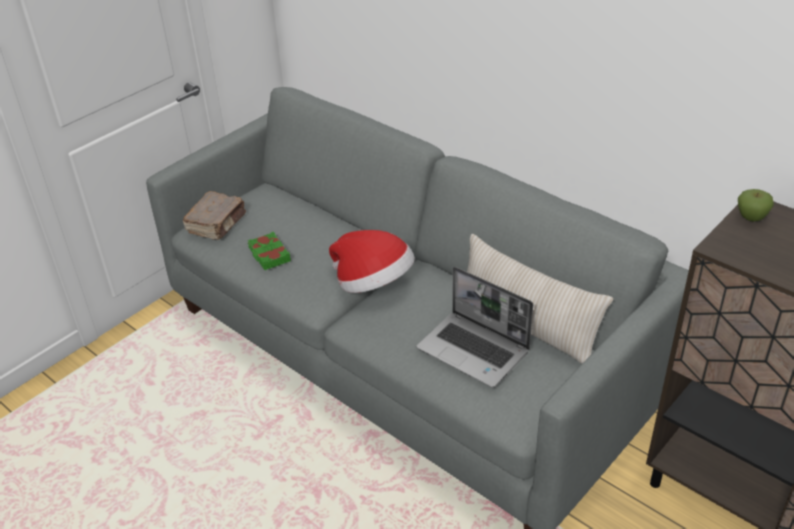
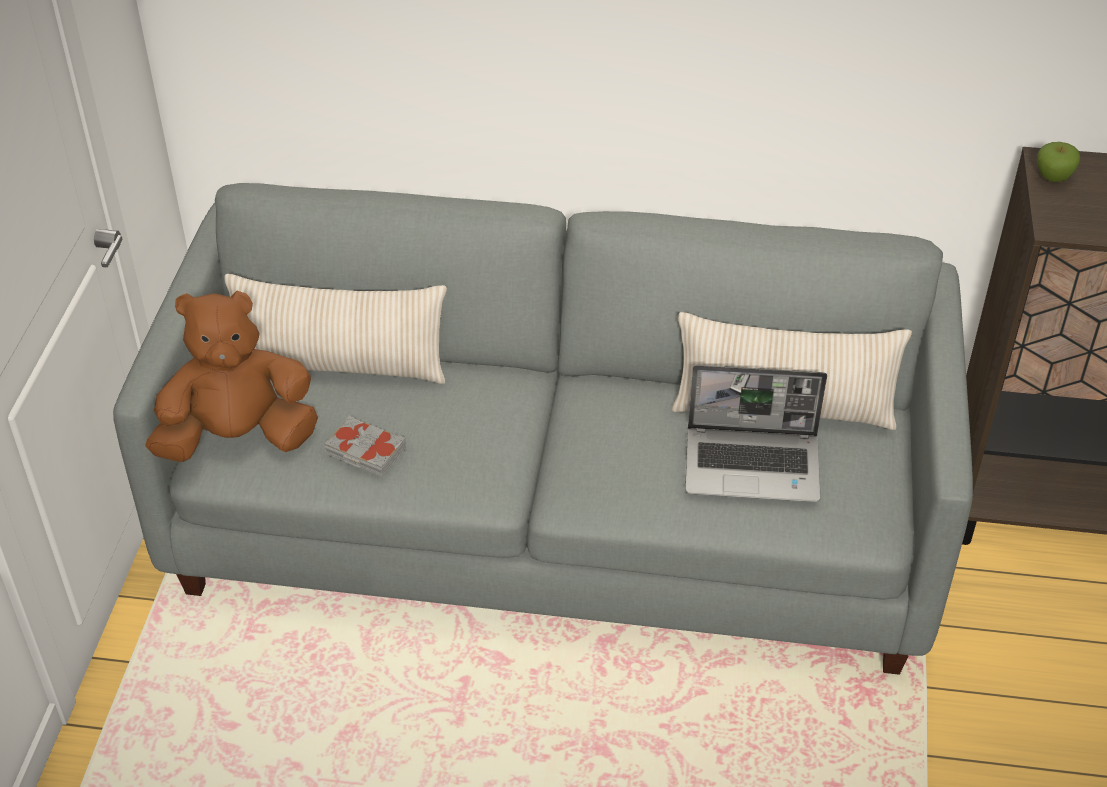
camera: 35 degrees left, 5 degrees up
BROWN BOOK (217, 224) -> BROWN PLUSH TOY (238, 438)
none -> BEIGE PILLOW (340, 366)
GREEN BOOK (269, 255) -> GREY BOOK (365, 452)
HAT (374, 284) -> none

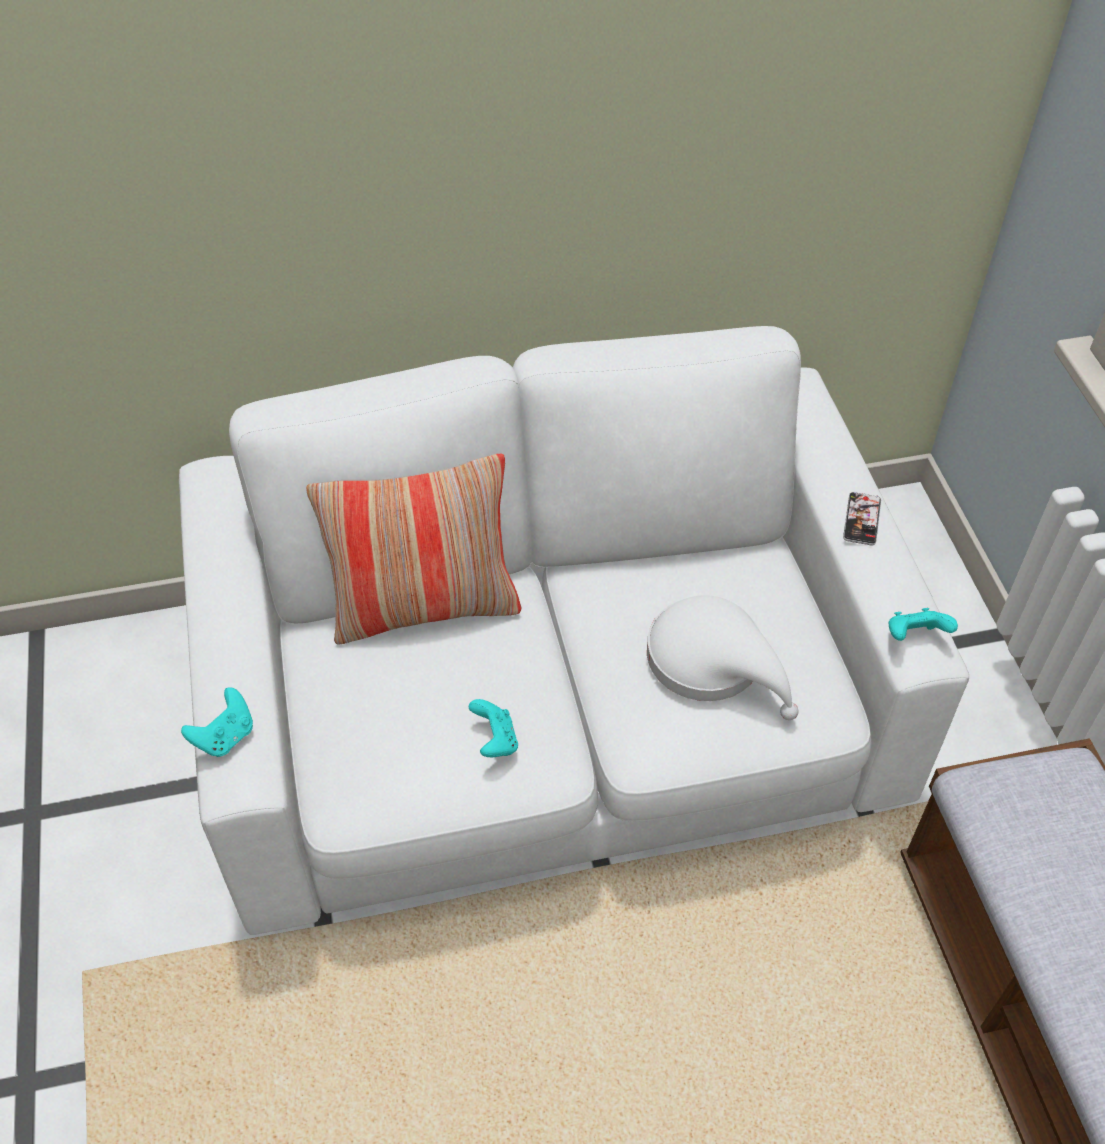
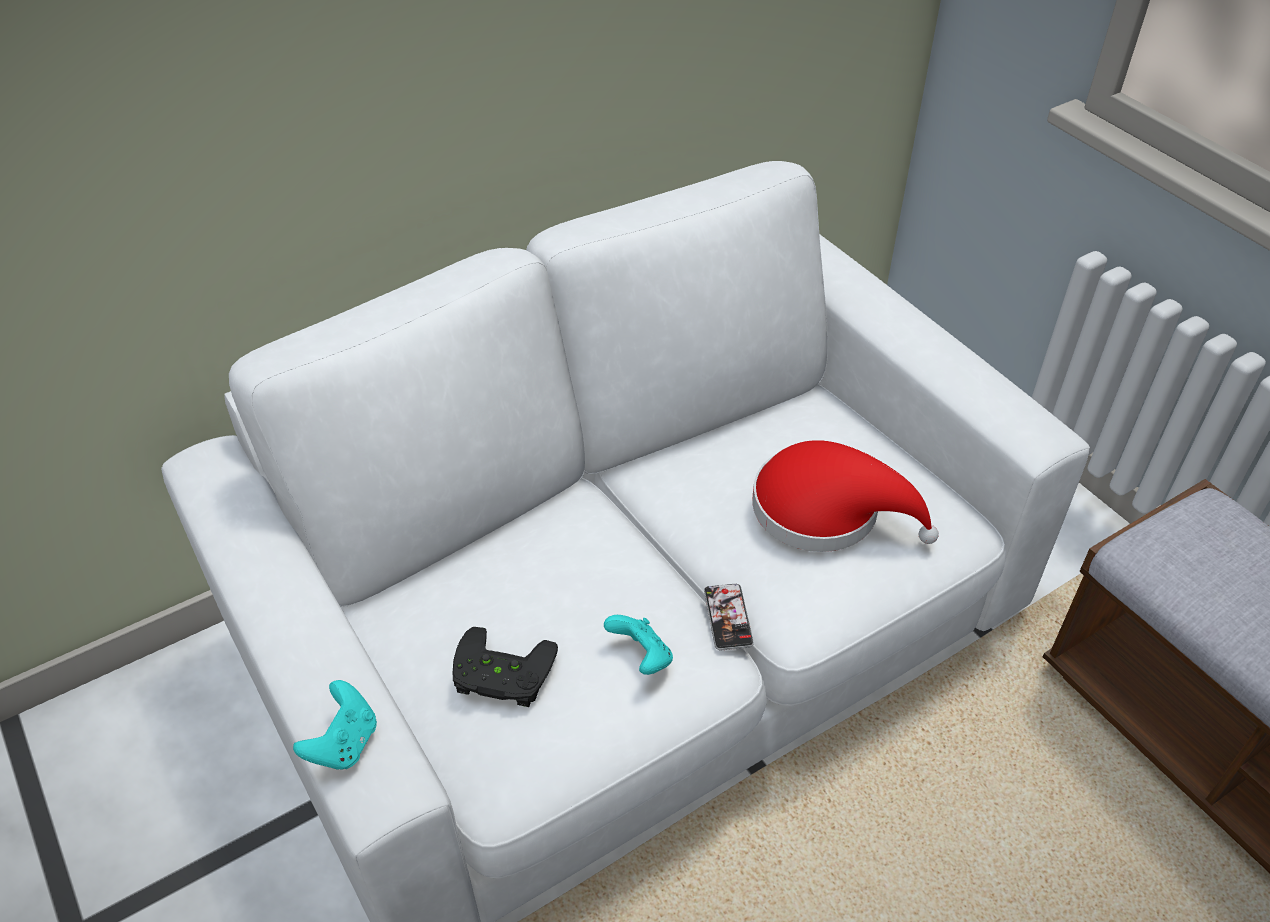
camera: 20 degrees left, 5 degrees down
none -> BLACK GAME CONTROLLER (500, 676)
PHONE (862, 519) -> PHONE (728, 617), relocated
WHITE HAT (713, 662) -> RED HAT (827, 510)
PILLOW (424, 607) -> none
TURQUOISE GAME CONTROLLER (914, 636) -> none

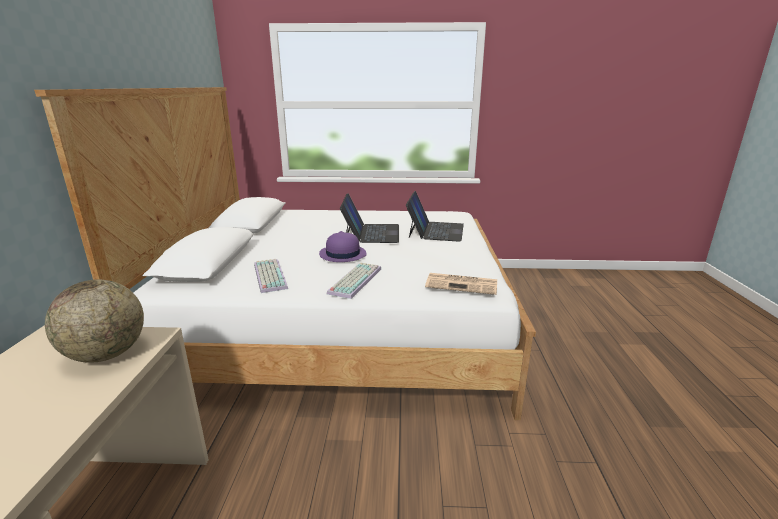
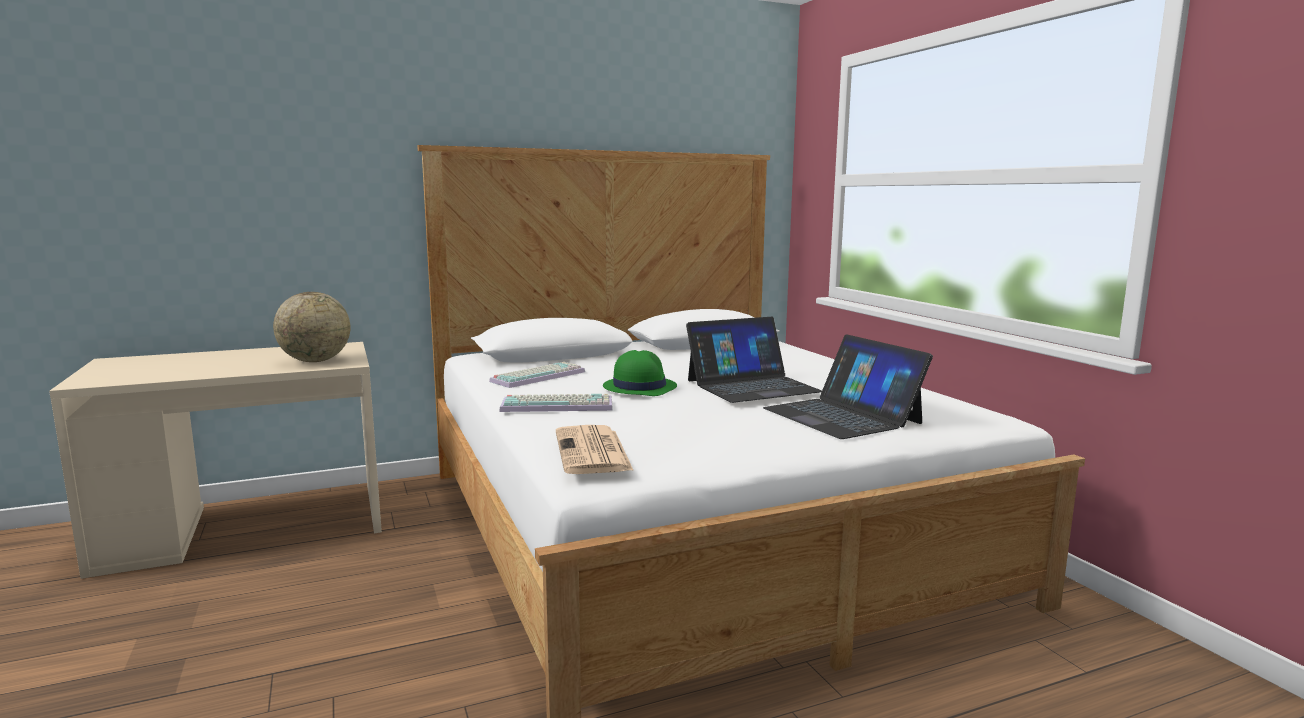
camera: 65 degrees right, 10 degrees down
PURPLE HAT (342, 254) -> GREEN HAT (639, 387)
LAPTOP (435, 230) -> LAPTOP (842, 416), 75 degrees clockwise

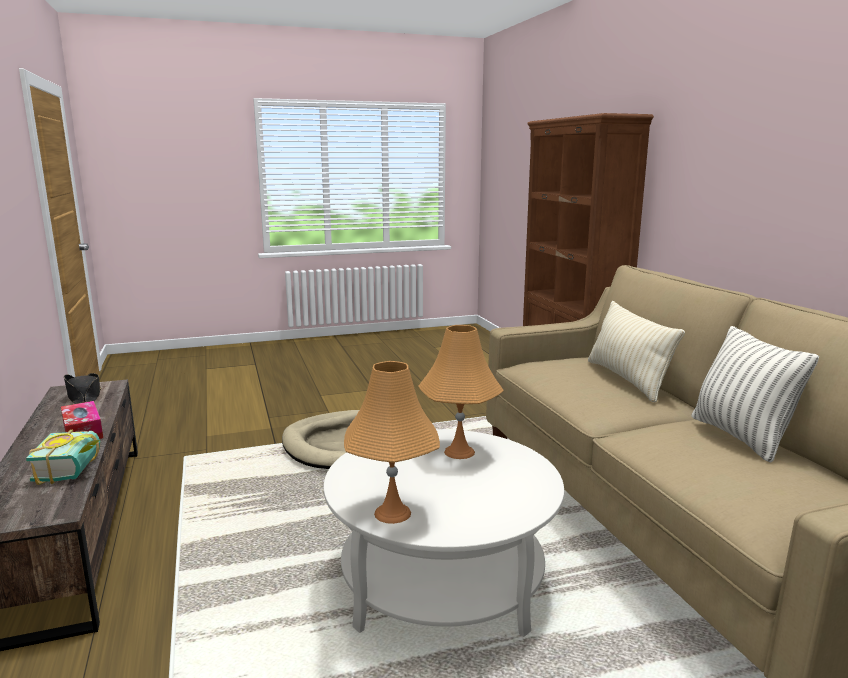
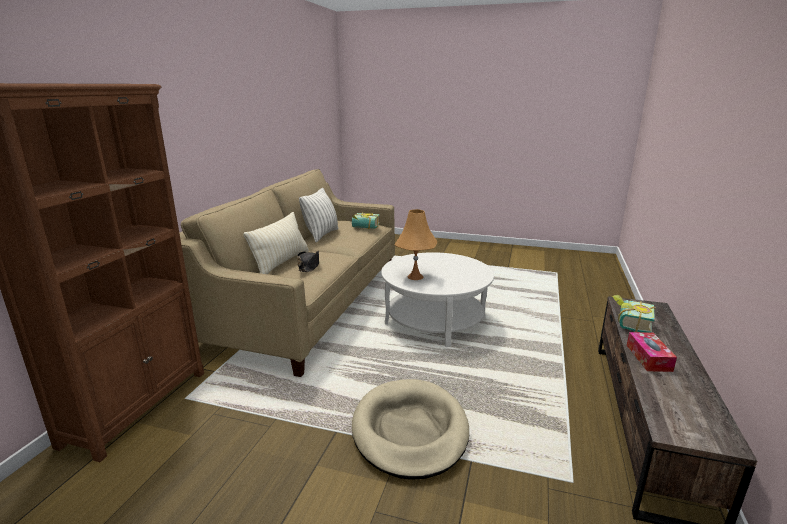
camera: 145 degrees left, 5 degrees up
BLACK HAT (84, 396) -> BLACK HAT (309, 266), relocated
none -> BOOK (365, 228)
ORANGE TABLE LAMP (392, 513) -> none

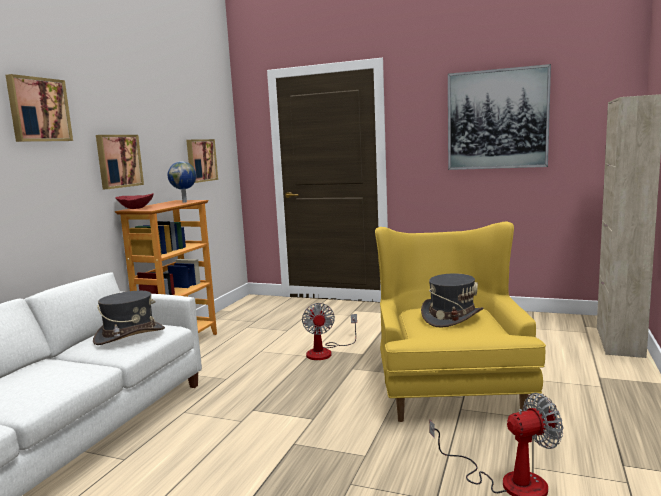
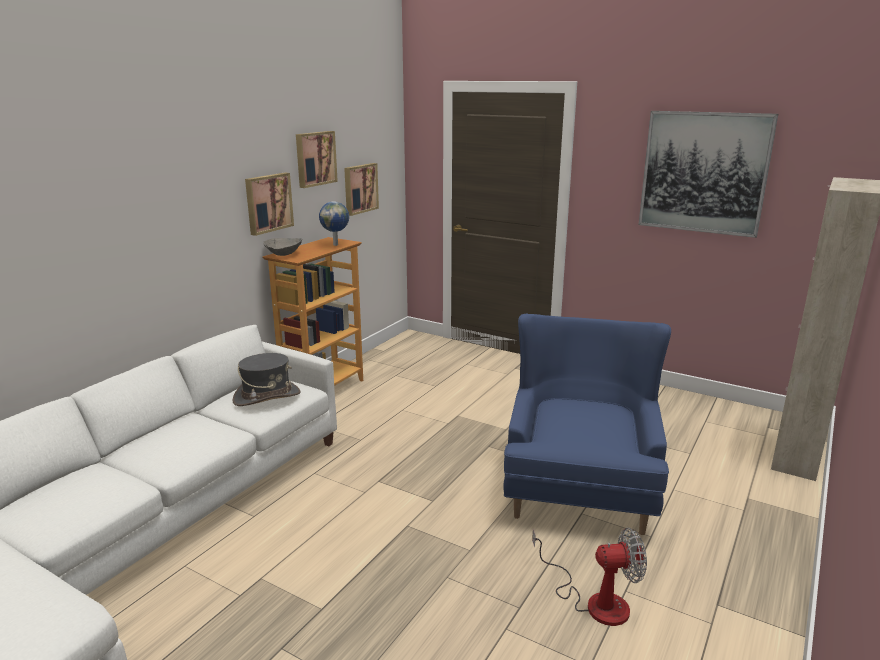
camera: 10 degrees right, 10 degrees up
RED BOWL (136, 209) -> GREY BOWL (284, 255)
PICTURE (38, 110) -> PICTURE (315, 158), relocated
YELLOW ARMCHAIR (449, 389) -> BLUE ARMCHAIR (579, 488)
FAN (325, 352) -> none
GREY HAT (451, 317) -> none

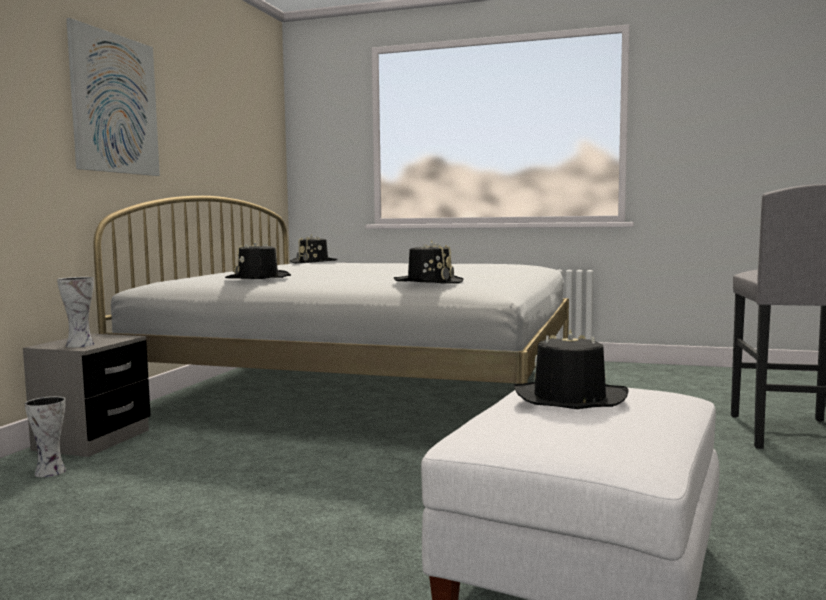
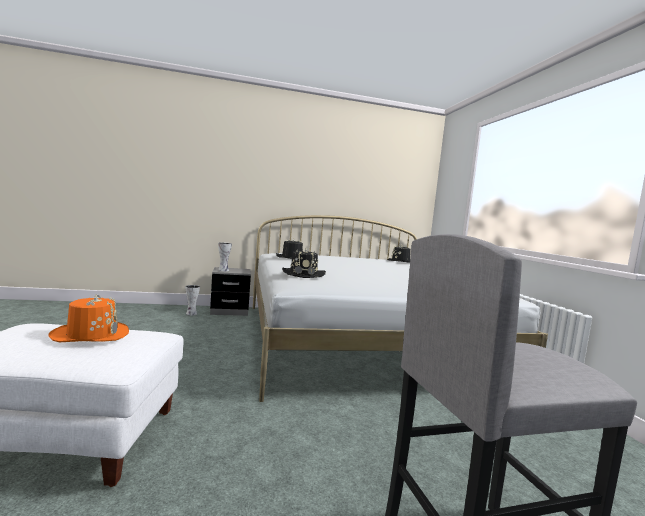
camera: 60 degrees right, 0 degrees up
BLACK HAT (569, 398) -> ORANGE HAT (91, 334)
PICTURE (115, 104) -> none

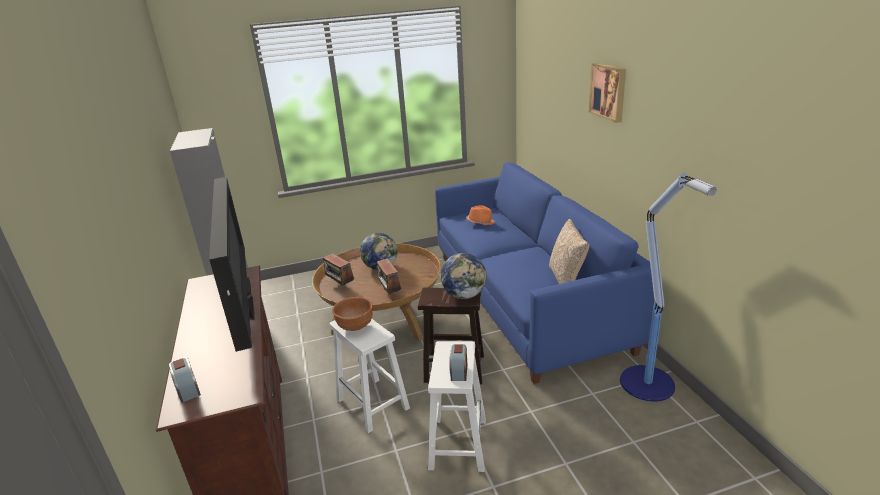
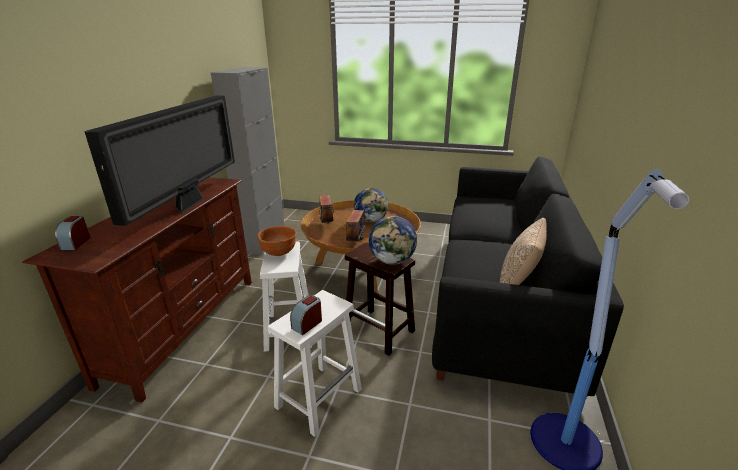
camera: 30 degrees right, 0 degrees up
BLUE SOFA (525, 299) -> BLACK SOFA (501, 297)
ORANGE HAT (480, 222) -> none
PICTURE (609, 91) -> none

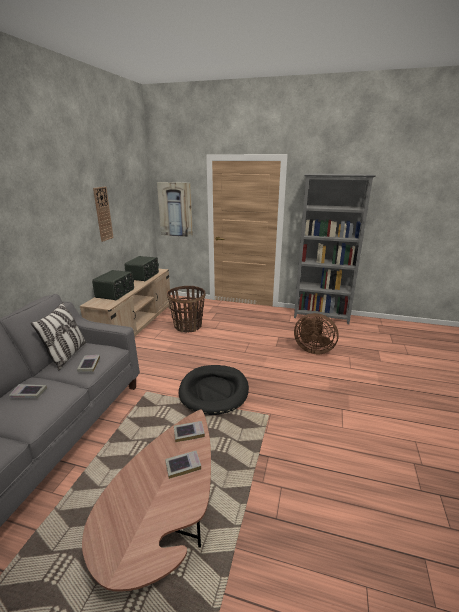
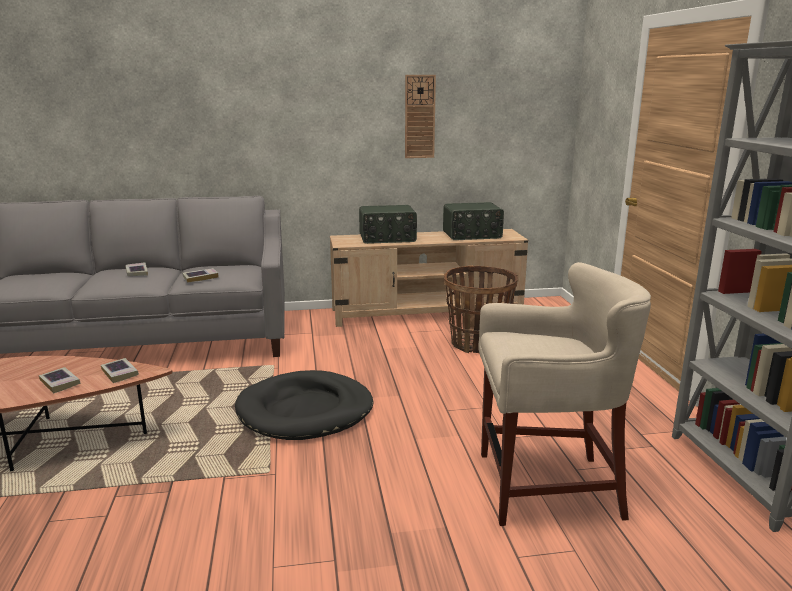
camera: 65 degrees right, 5 degrees down
BROWN FAN (313, 349) -> BEIGE STOOL (546, 487)
PILLOW (67, 355) -> none
PICTURE (175, 209) -> none

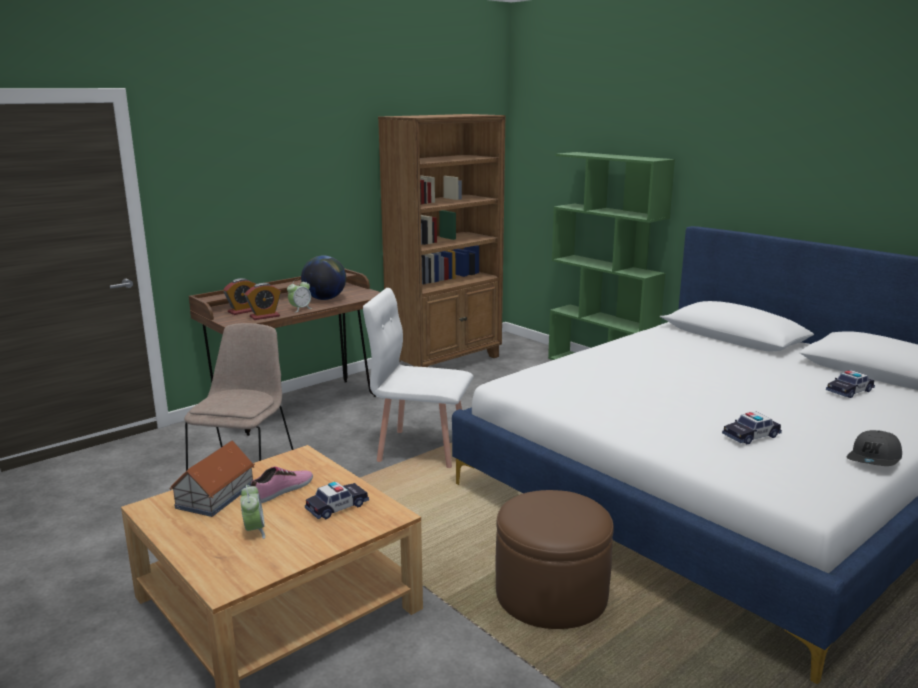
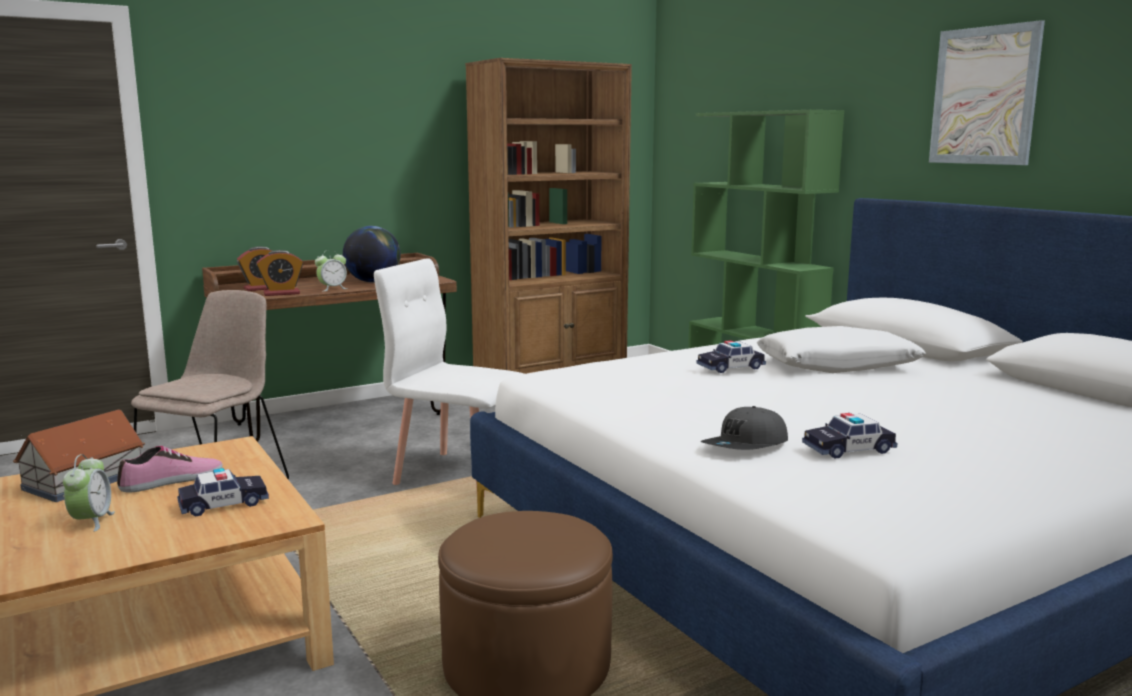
camera: 10 degrees right, 5 degrees down
TOY CAR (849, 391) -> TOY CAR (730, 367), relocated
GREY CAP (875, 459) -> GREY CAP (746, 446), relocated
none -> WHITE PILLOW (837, 365)
none -> PICTURE (984, 96)

